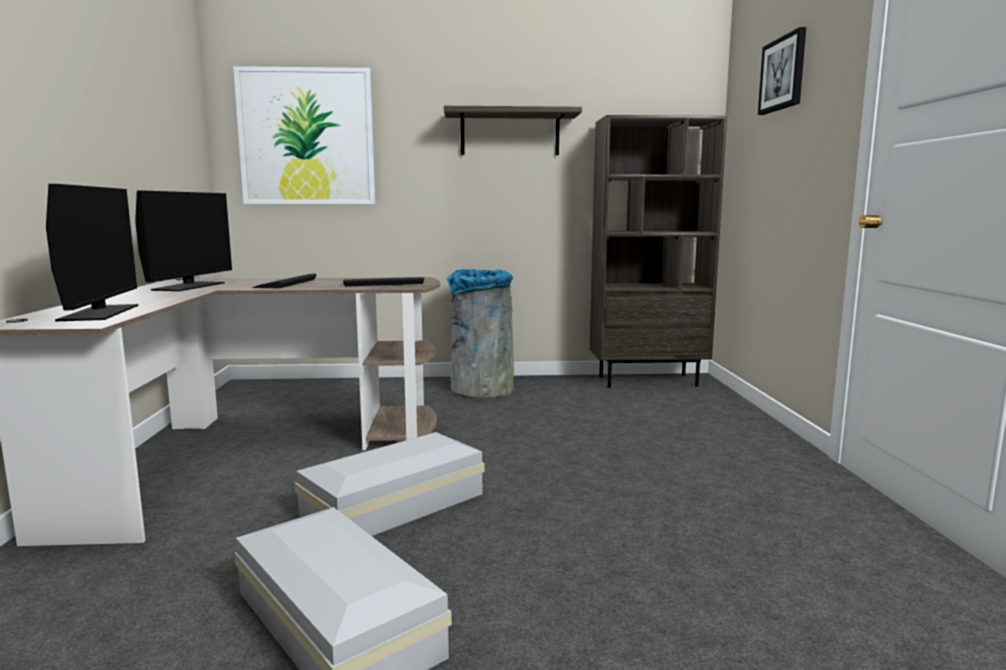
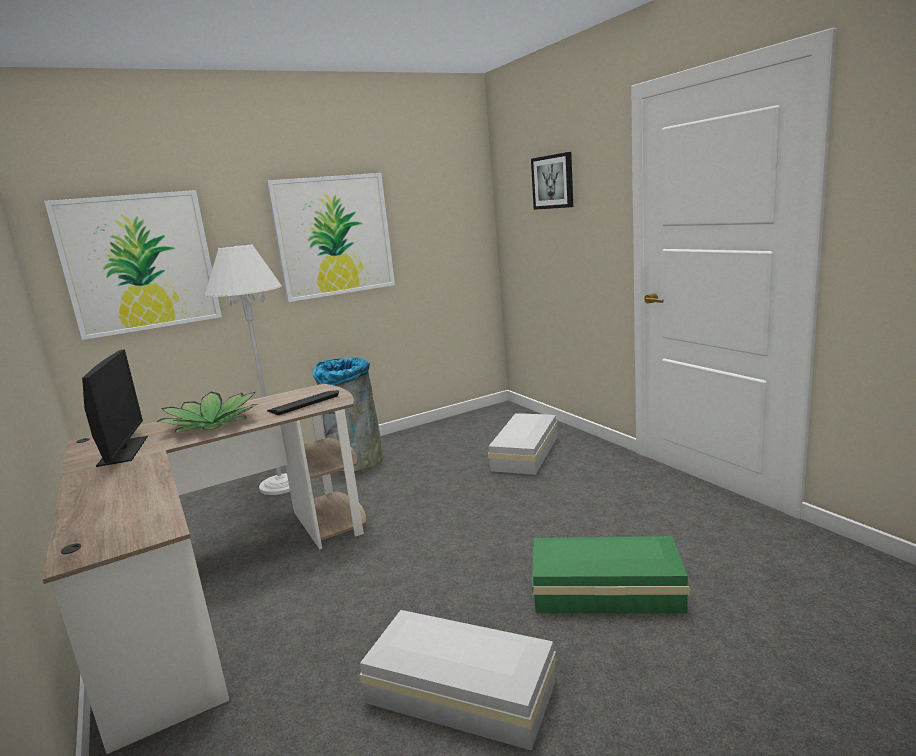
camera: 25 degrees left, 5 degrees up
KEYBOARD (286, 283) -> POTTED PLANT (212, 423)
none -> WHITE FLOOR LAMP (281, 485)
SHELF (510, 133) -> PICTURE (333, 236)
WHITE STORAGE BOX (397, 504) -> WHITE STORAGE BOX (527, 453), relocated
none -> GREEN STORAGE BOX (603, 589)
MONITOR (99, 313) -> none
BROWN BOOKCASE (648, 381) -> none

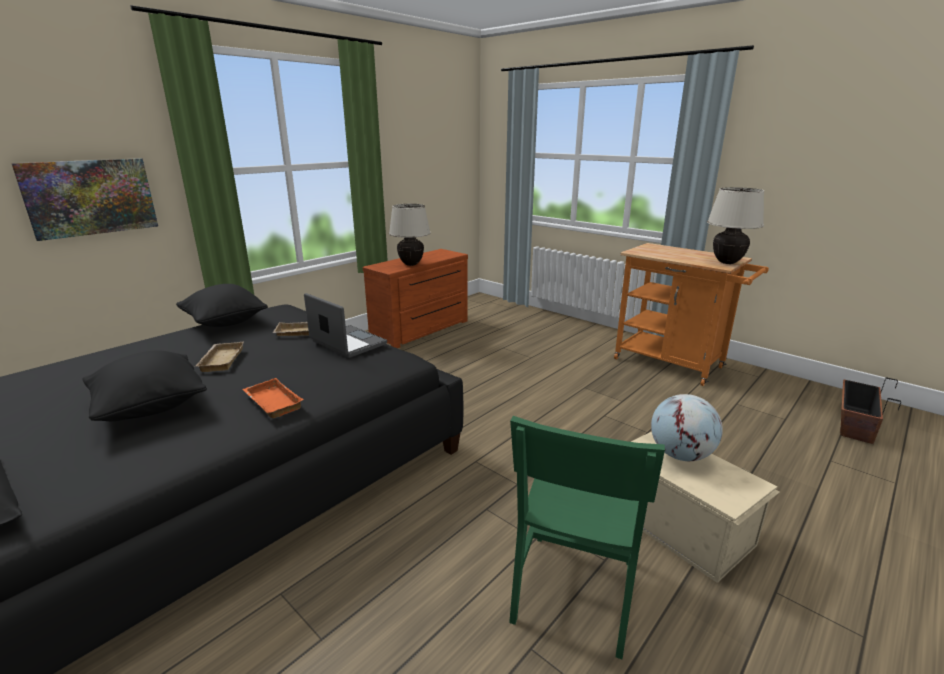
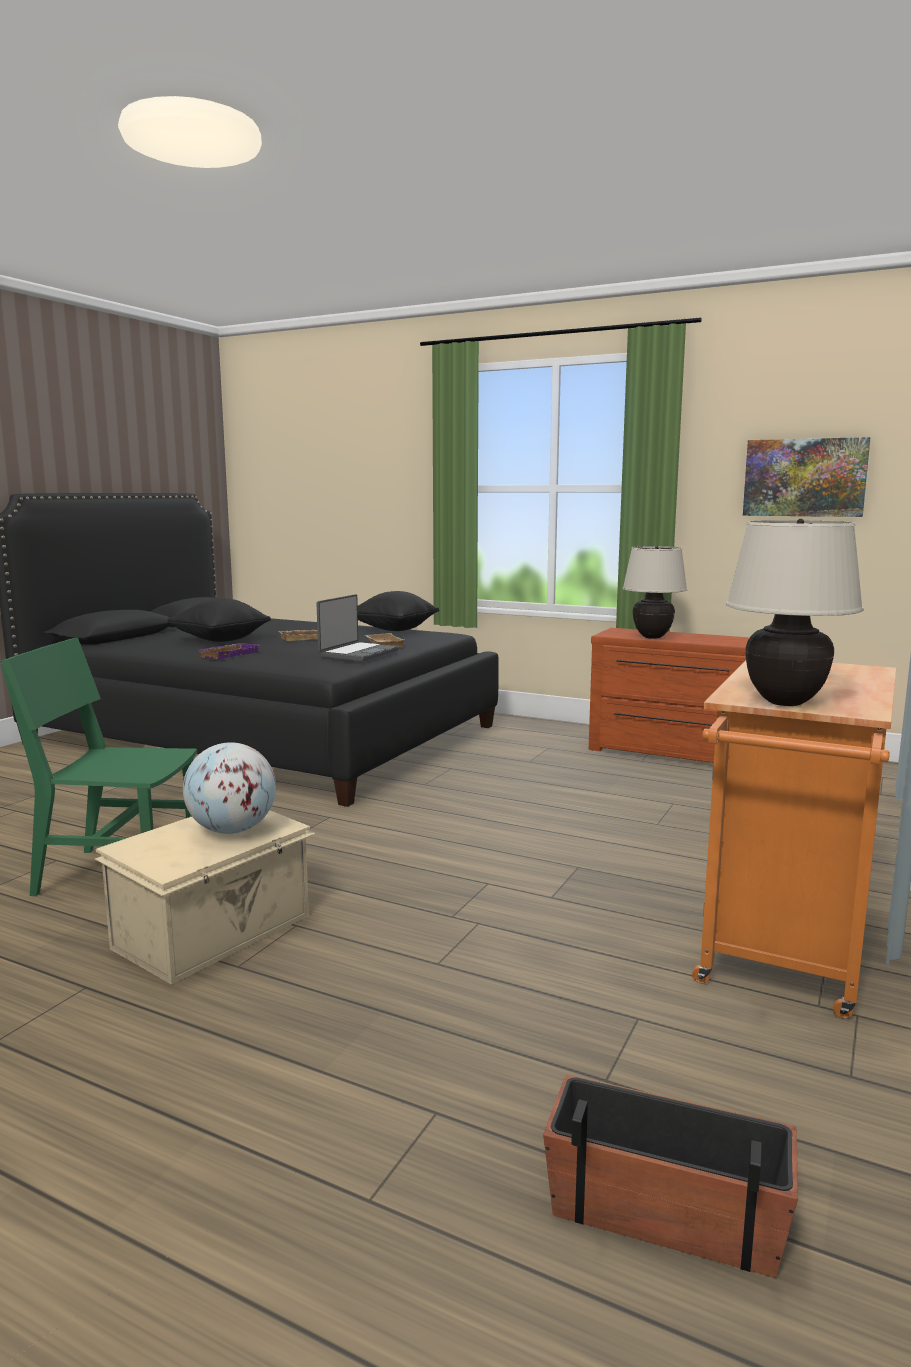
camera: 75 degrees right, 10 degrees down
ORANGE TRAY (271, 402) -> PURPLE TRAY (228, 654)
PICTURE (90, 197) -> PICTURE (804, 477), relocated

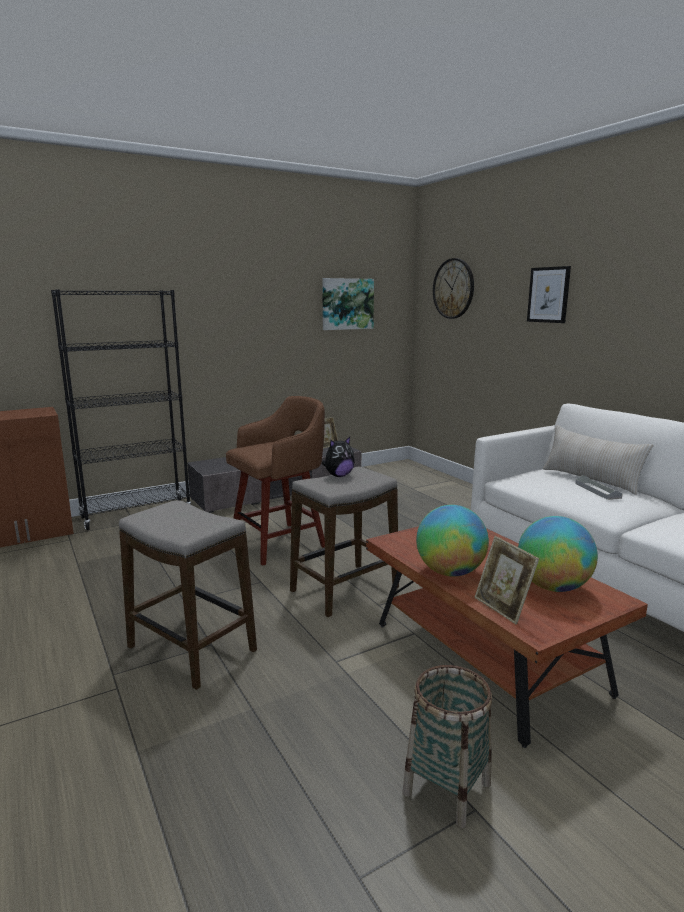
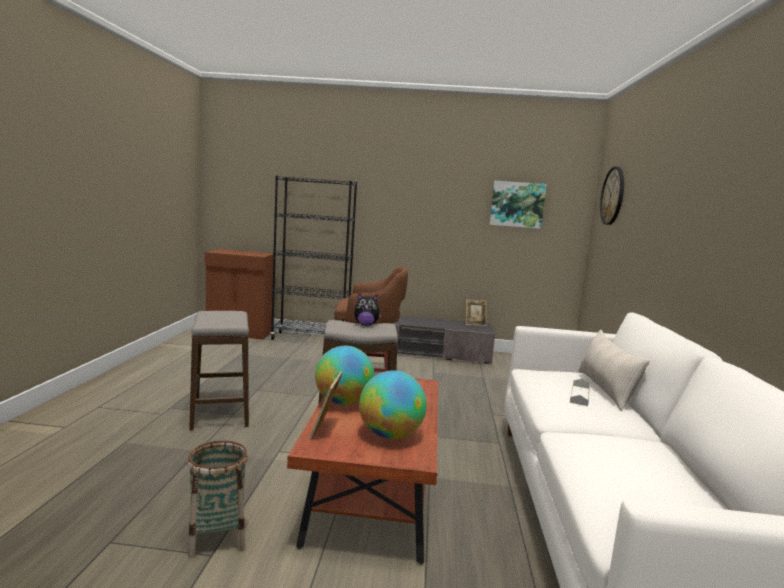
camera: 35 degrees right, 5 degrees down
PICTURE (548, 295) -> none

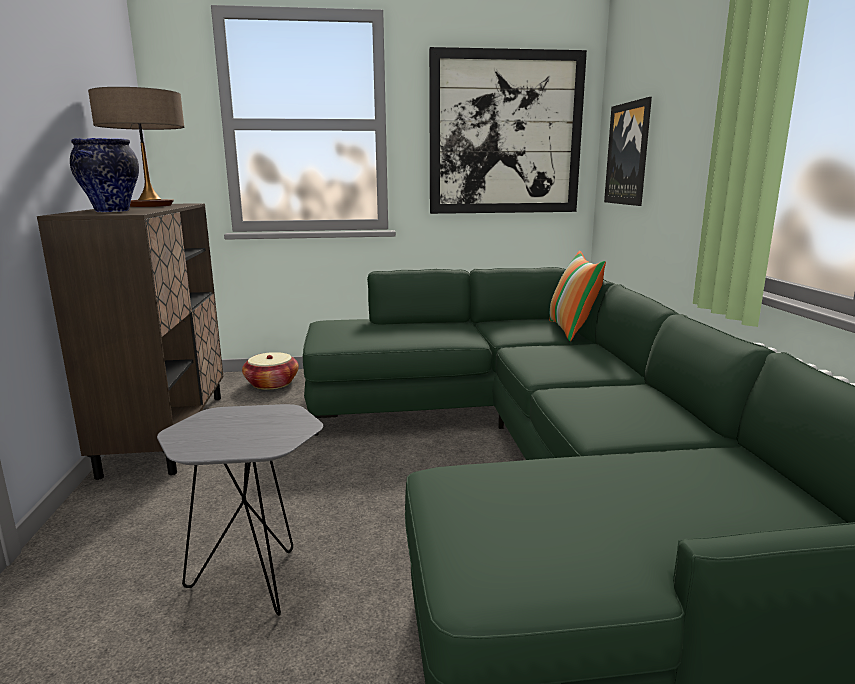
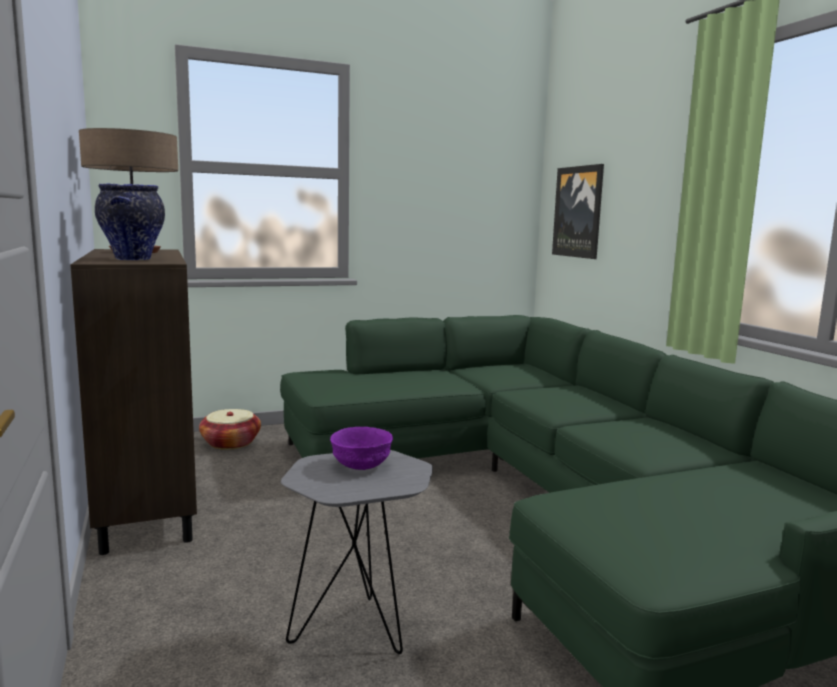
camera: 15 degrees left, 5 degrees down
none -> PURPLE BOWL (362, 465)
PICTURE (505, 134) -> none
PILLOW (572, 330) -> none

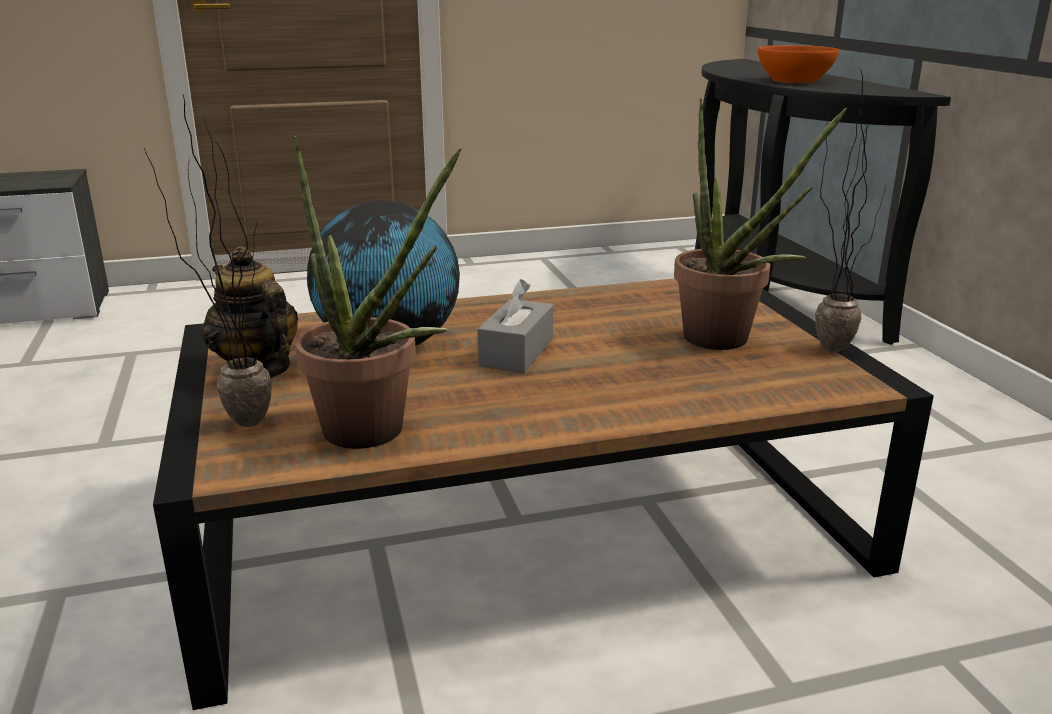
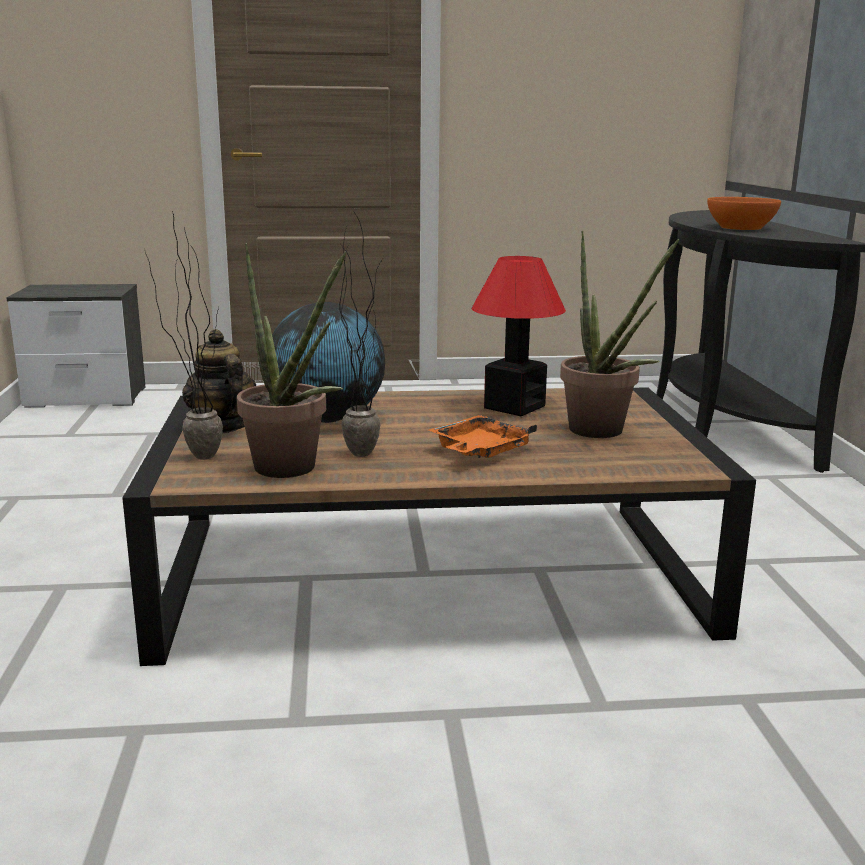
camera: 10 degrees right, 5 degrees down
POTTED PLANT (828, 343) -> POTTED PLANT (363, 450), relocated
none -> ORANGE TRAY (479, 451)
none -> TABLE LAMP (513, 407)
GREY TISSUE BOX (516, 352) -> none

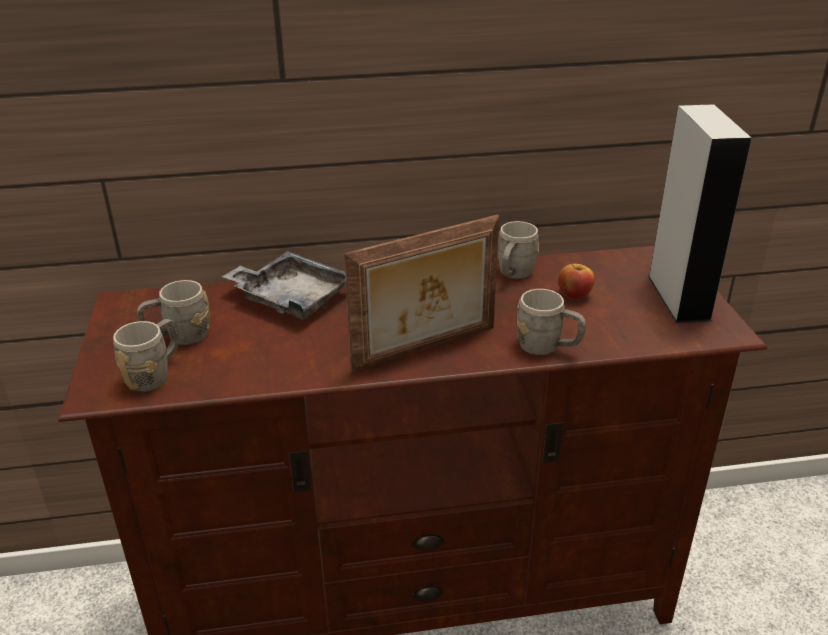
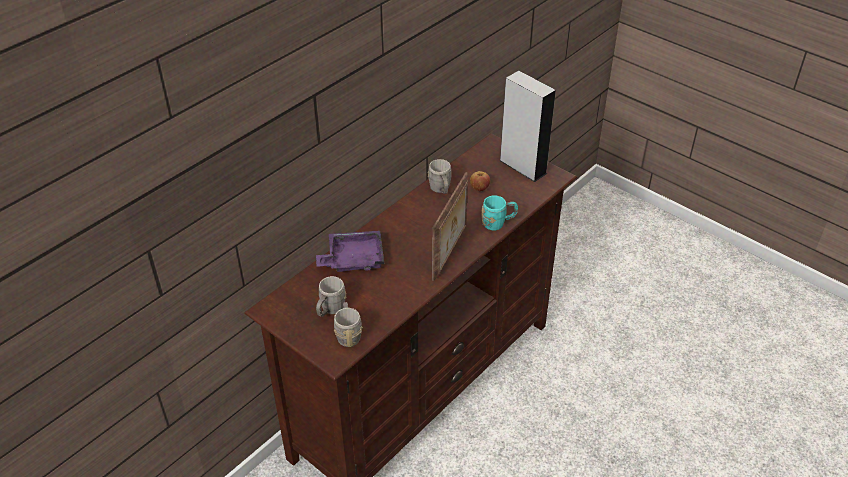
camera: 40 degrees left, 10 degrees up
GREY TRAY (291, 297) -> PURPLE TRAY (353, 259)
GREY MUG (547, 347) -> TURQUOISE MUG (498, 223)

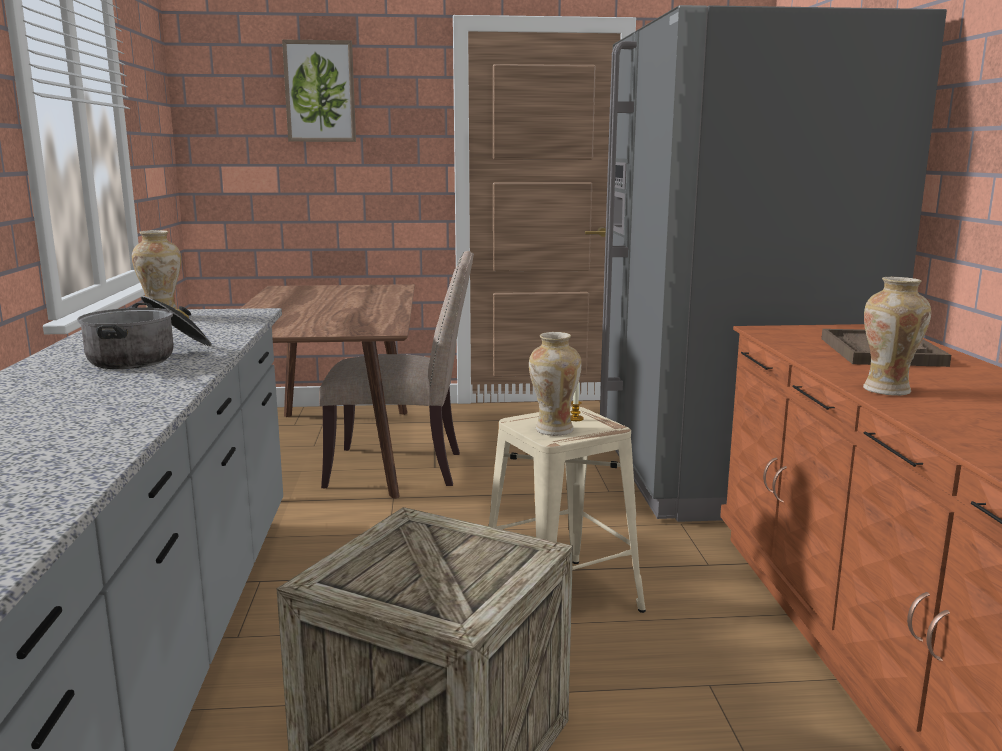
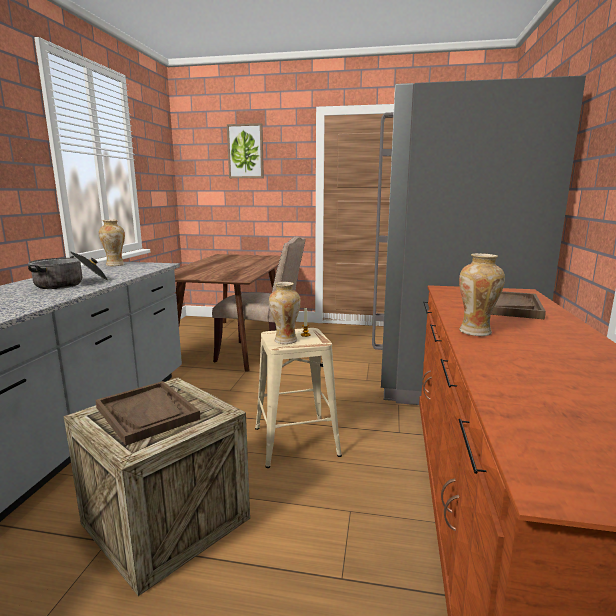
camera: 15 degrees right, 0 degrees up
none -> BROWN TRAY (147, 413)

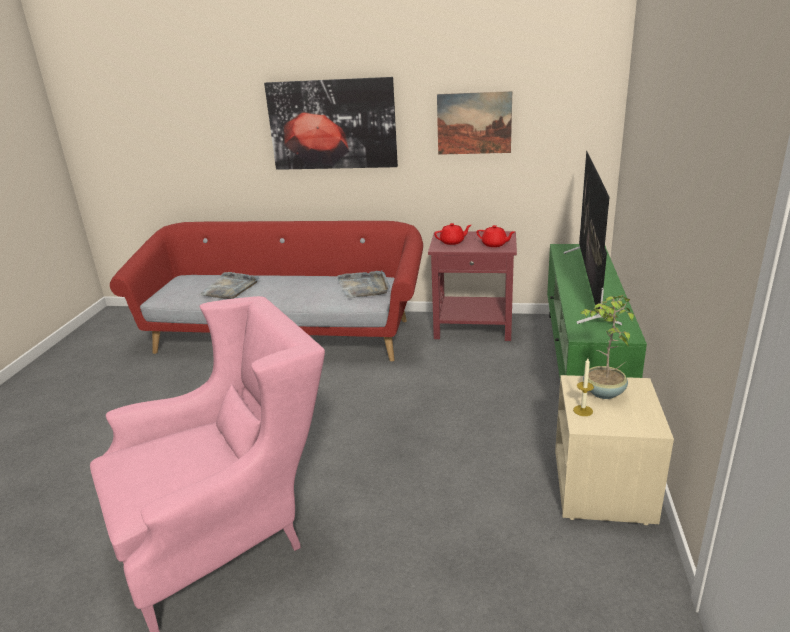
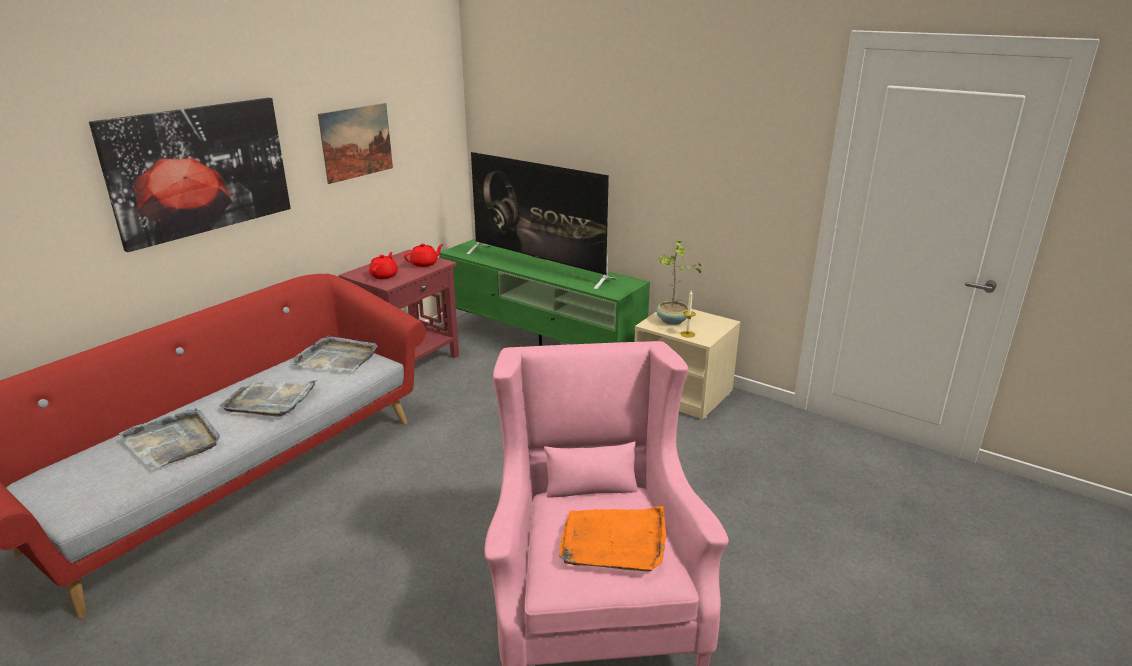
camera: 65 degrees left, 0 degrees up
none -> GREY TRAY (271, 400)
none -> ORANGE TRAY (614, 541)

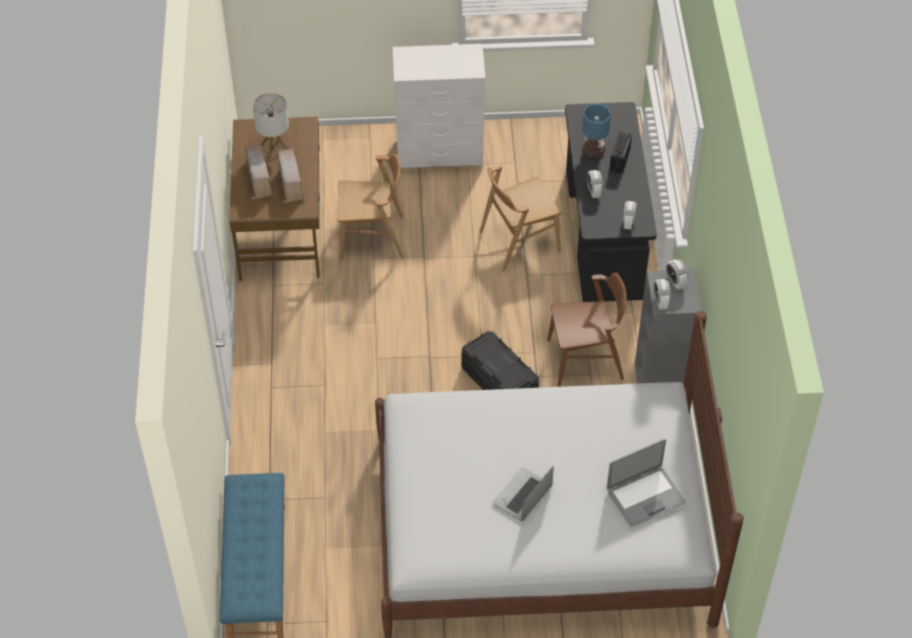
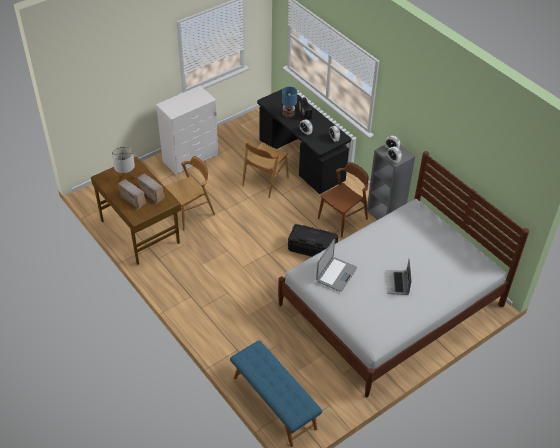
camera: 35 degrees left, 5 degrees down
LAPTOP (645, 496) -> LAPTOP (336, 274), relocated

